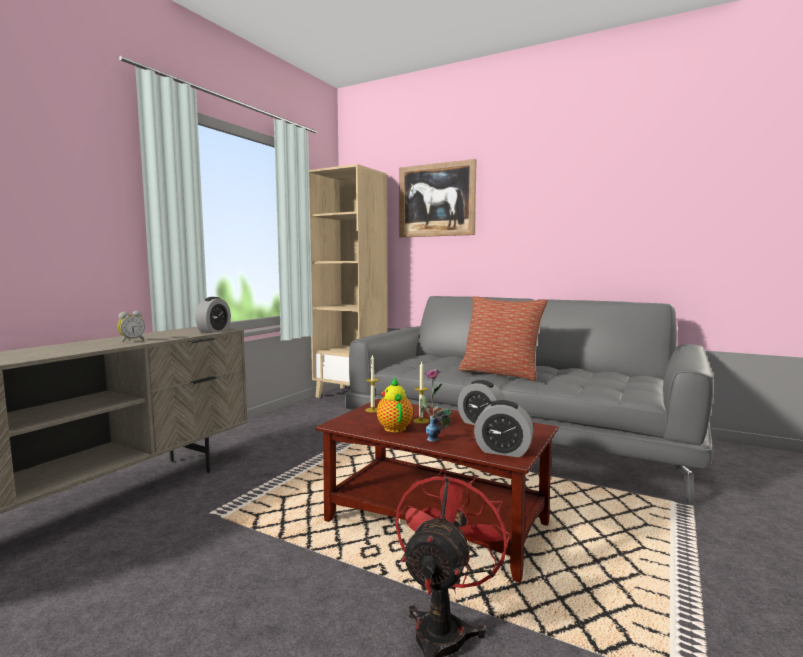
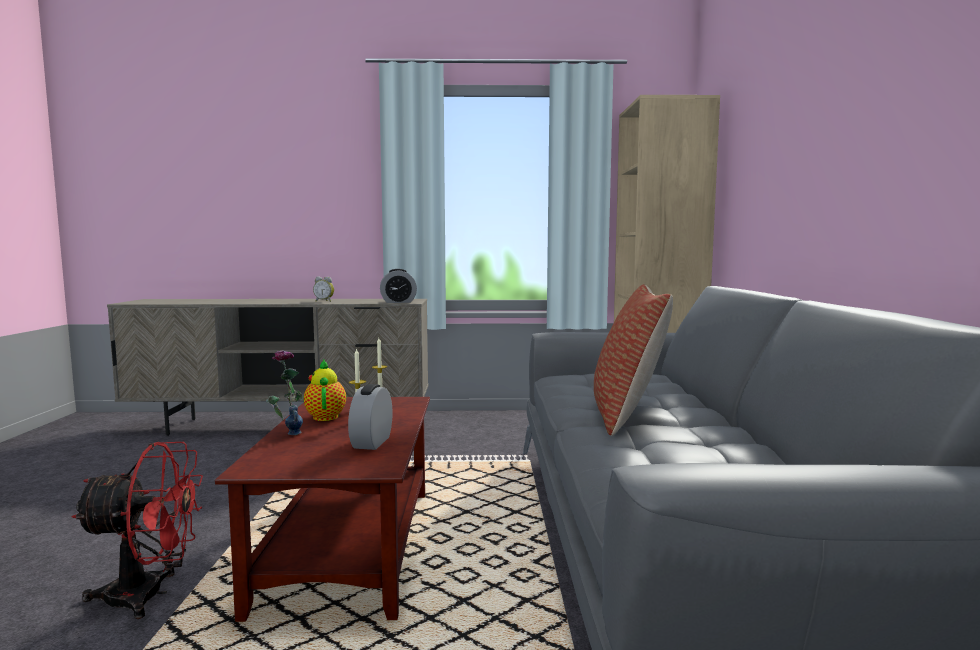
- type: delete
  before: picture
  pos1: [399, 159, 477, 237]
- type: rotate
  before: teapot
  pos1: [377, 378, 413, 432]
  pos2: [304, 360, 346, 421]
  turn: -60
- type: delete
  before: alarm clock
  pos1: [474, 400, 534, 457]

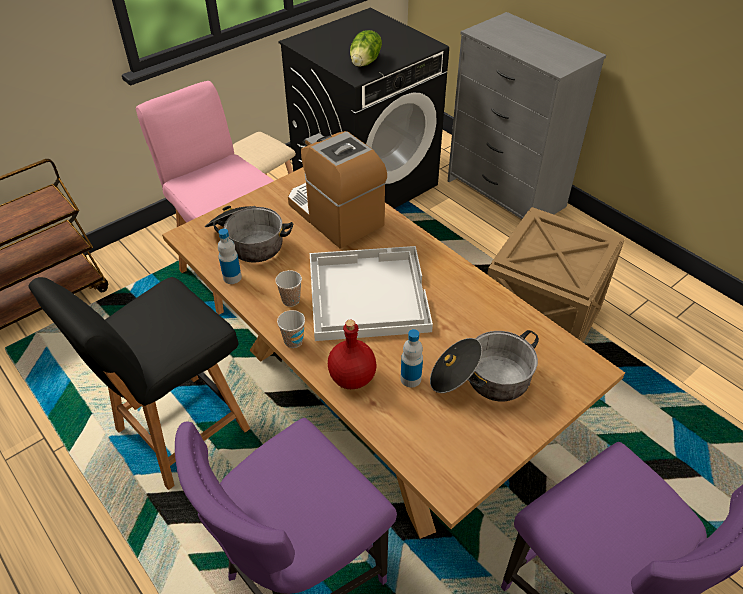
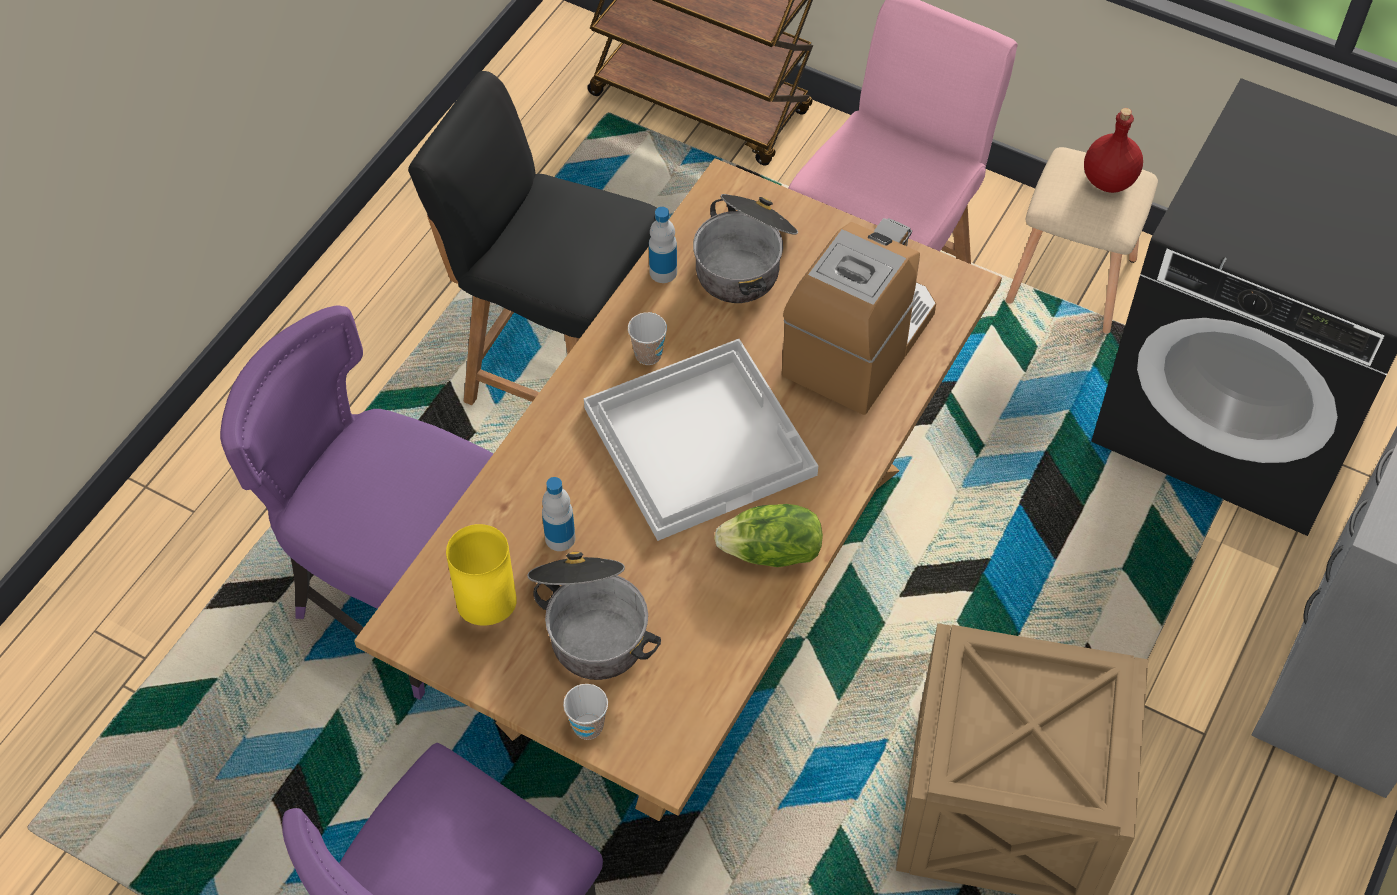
- type: move
  before: lettuce
  pos1: [350, 30, 382, 67]
  pos2: [714, 504, 823, 567]
- type: move
  before: cup
  pos1: [277, 310, 305, 348]
  pos2: [563, 684, 608, 740]
- type: move
  before: red bottle
  pos1: [328, 320, 377, 389]
  pos2: [1084, 108, 1143, 193]
- type: insert
  after: yellow vase
  pos2: [446, 524, 517, 626]

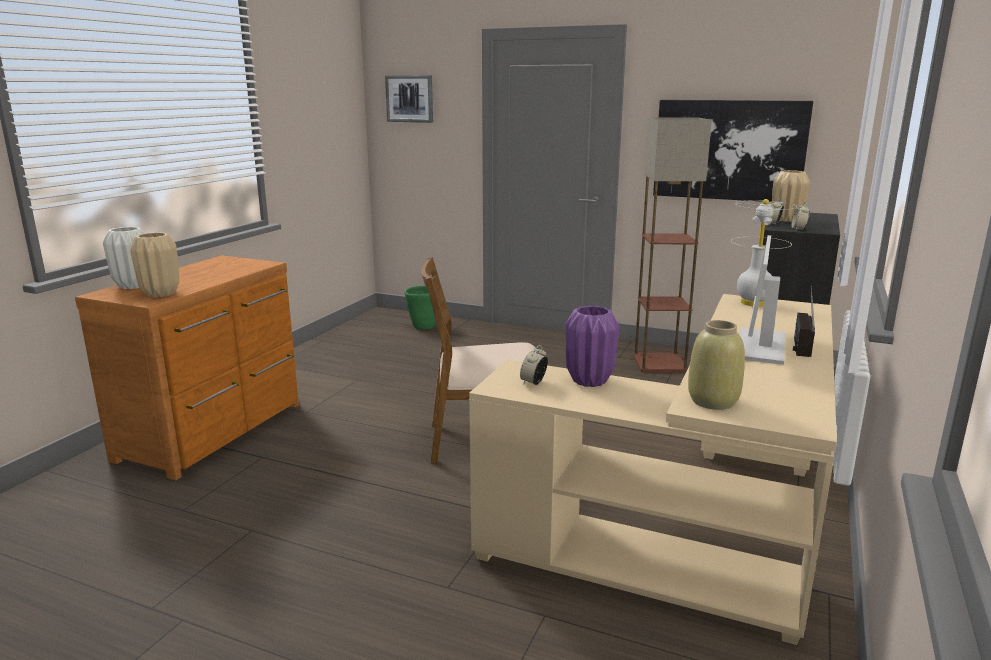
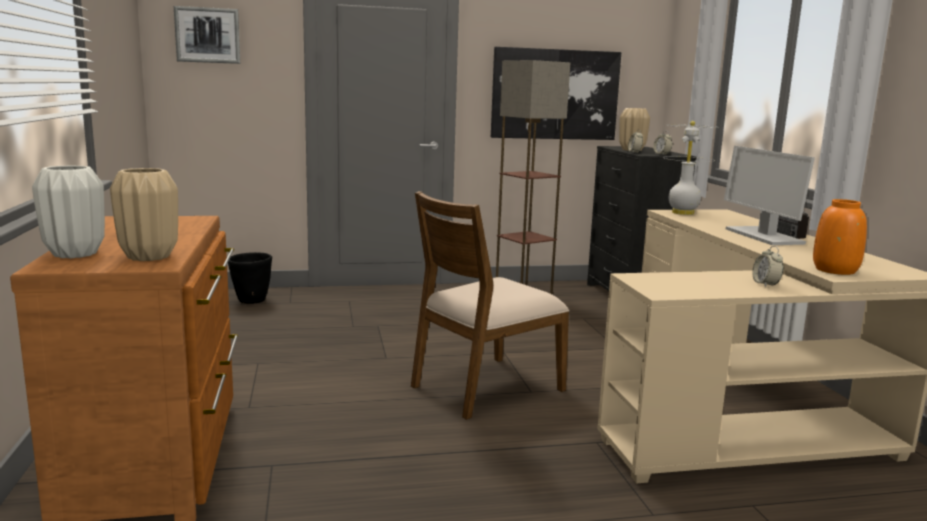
- type: recolor
  before: green planter
  after: black planter
  pos1: [404, 286, 436, 329]
  pos2: [228, 252, 272, 304]
- type: delete
  before: purple vase
  pos1: [565, 306, 619, 387]
- type: recolor
  before: beige vase
  after: orange vase
  pos1: [688, 320, 745, 410]
  pos2: [813, 199, 867, 275]
- type: move
  before: alarm clock
  pos1: [520, 345, 548, 385]
  pos2: [752, 246, 783, 287]

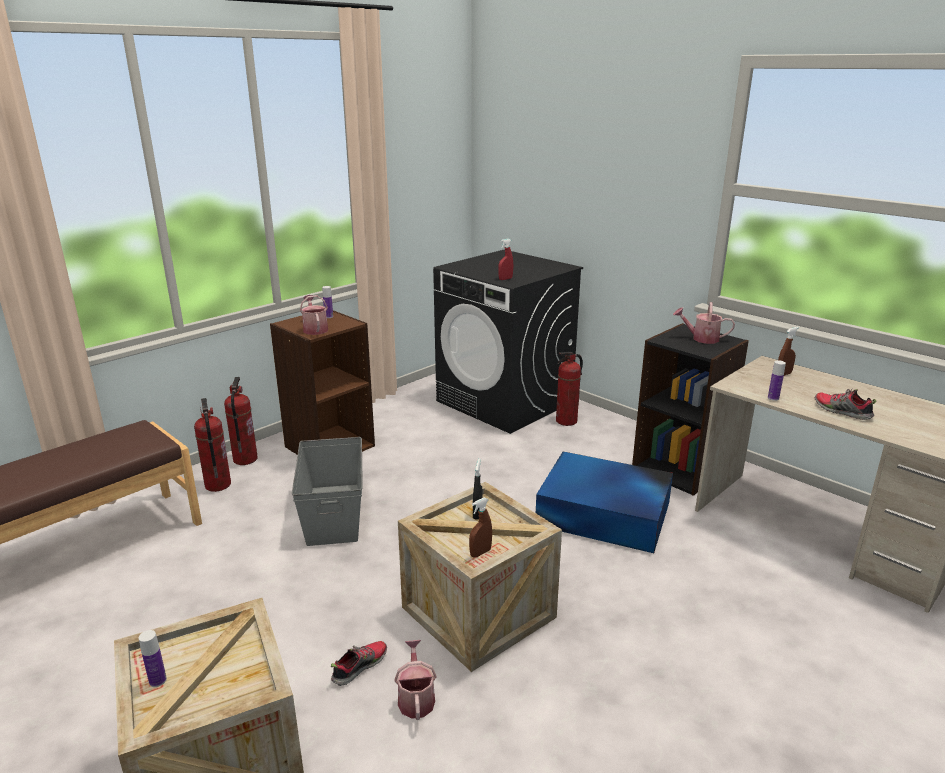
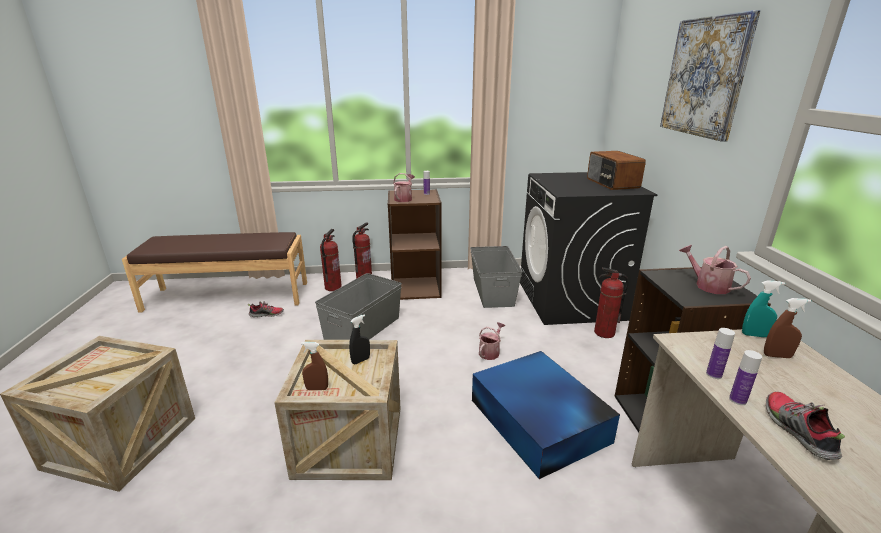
- type: delete
  before: red spray bottle
  pos1: [498, 239, 513, 280]
- type: move
  before: bottle
  pos1: [139, 630, 167, 687]
  pos2: [729, 350, 762, 405]
- type: move
  before: watering can
  pos1: [394, 640, 436, 720]
  pos2: [479, 322, 505, 360]
- type: move
  before: shoe
  pos1: [331, 641, 387, 686]
  pos2: [248, 301, 284, 317]
- type: insert
  after: picture
  pos2: [660, 10, 761, 142]
- type: insert
  after: radio
  pos2: [587, 151, 646, 190]
- type: insert
  after: grey storage box
  pos2: [470, 246, 523, 308]
- type: insert
  after: turquoise spray bottle
  pos2: [742, 280, 785, 337]

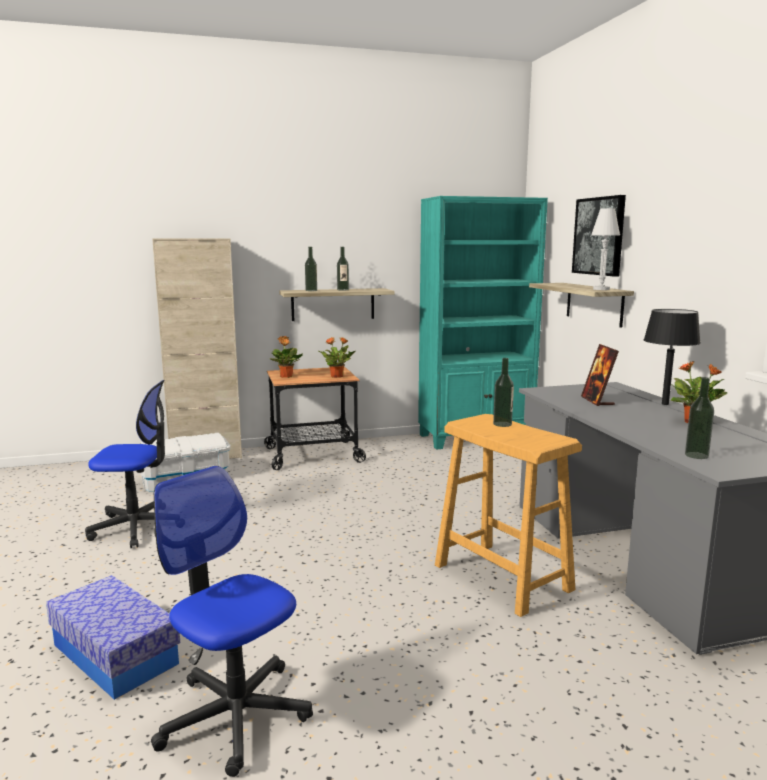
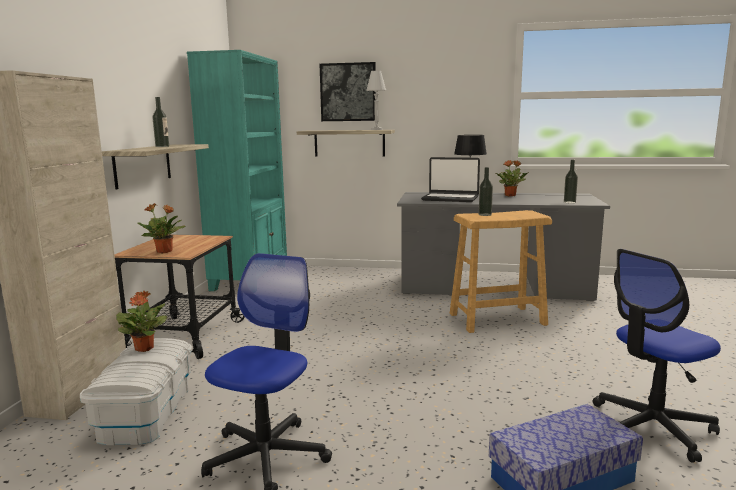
- type: delete
  before: bottle
  pos1: [305, 247, 317, 291]
- type: move
  before: potted plant
  pos1: [318, 337, 355, 378]
  pos2: [116, 291, 167, 352]
- type: replace
  before: picture frame
  after: laptop
  pos1: [581, 344, 619, 406]
  pos2: [421, 157, 480, 202]

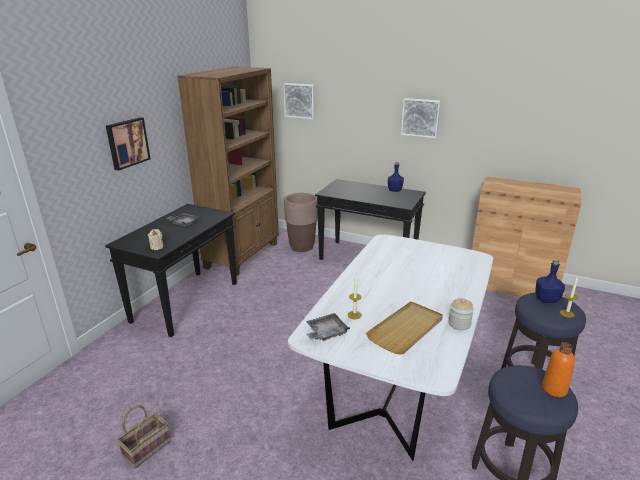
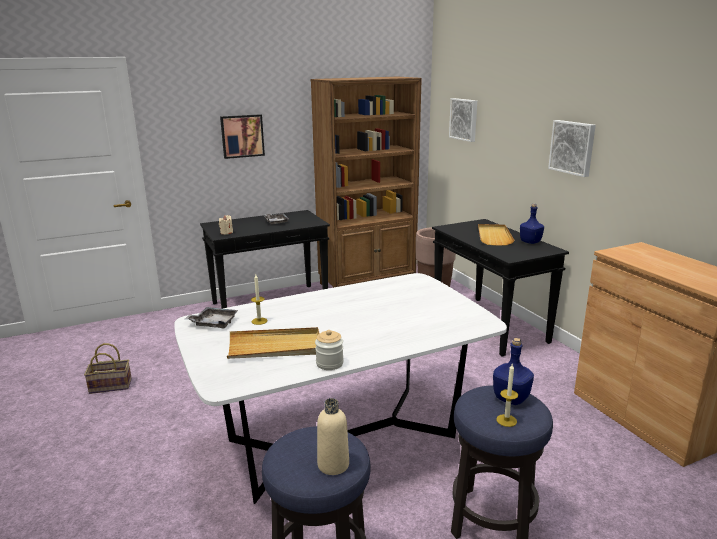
- type: recolor
  before: orange bottle
  after: beige bottle
  pos1: [542, 342, 575, 397]
  pos2: [317, 398, 349, 475]
- type: insert
  after: beige tray
  pos2: [478, 224, 515, 246]

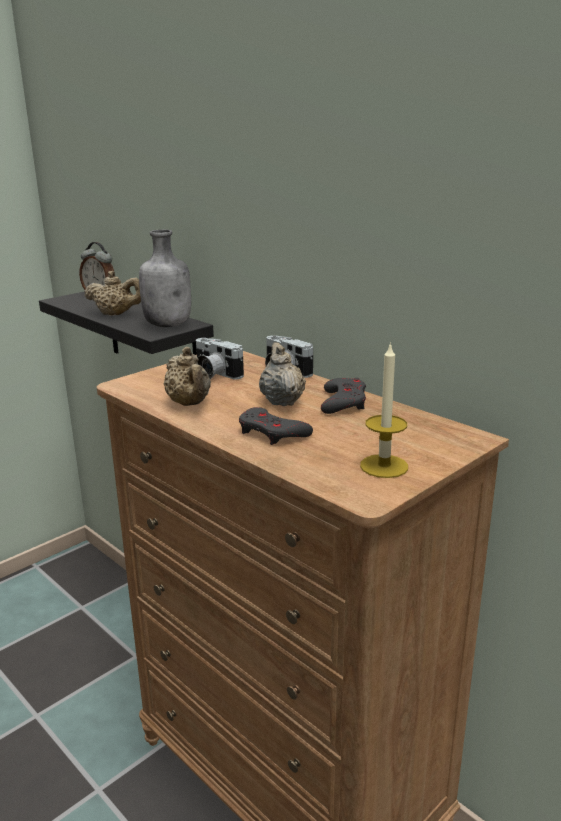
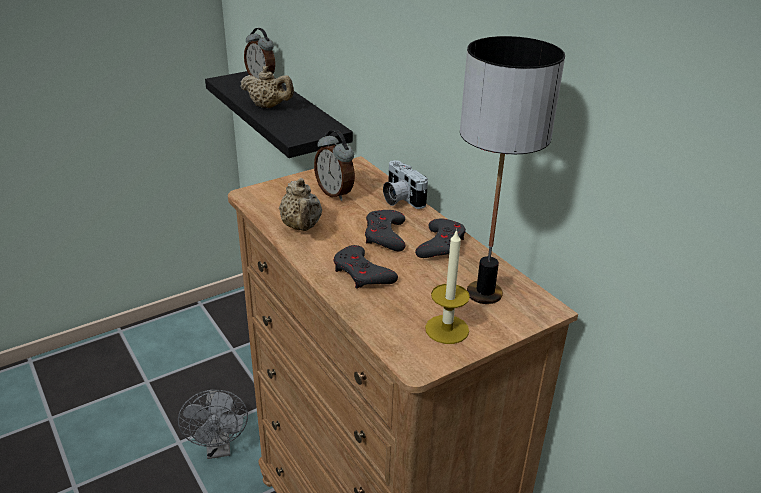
- type: delete
  before: grey bottle
  pos1: [139, 229, 191, 327]
- type: replace
  before: photo camera
  after: alarm clock
  pos1: [196, 338, 244, 380]
  pos2: [314, 130, 355, 201]
- type: replace
  before: beige teapot
  after: grey game controller
  pos1: [259, 342, 306, 406]
  pos2: [365, 210, 405, 252]
- type: insert
  after: table lamp
  pos2: [460, 36, 565, 304]
- type: insert
  after: grey fan
  pos2: [178, 390, 248, 459]

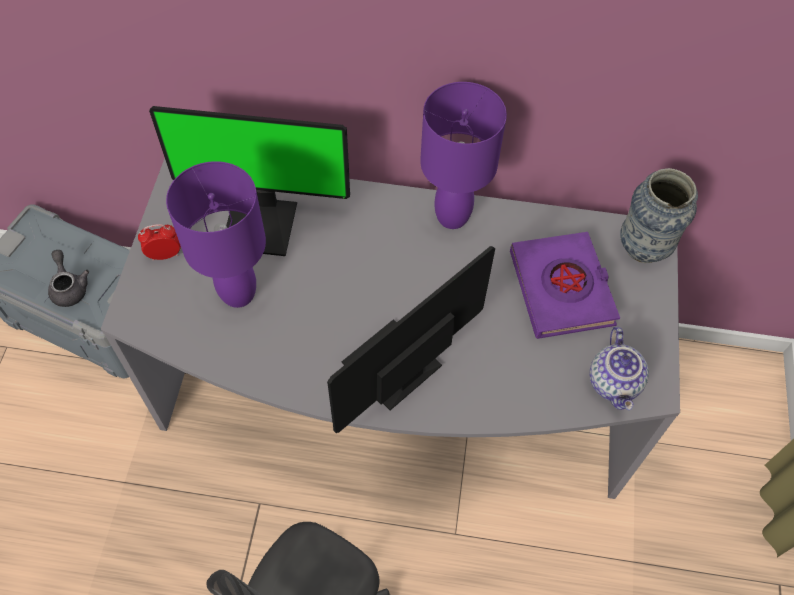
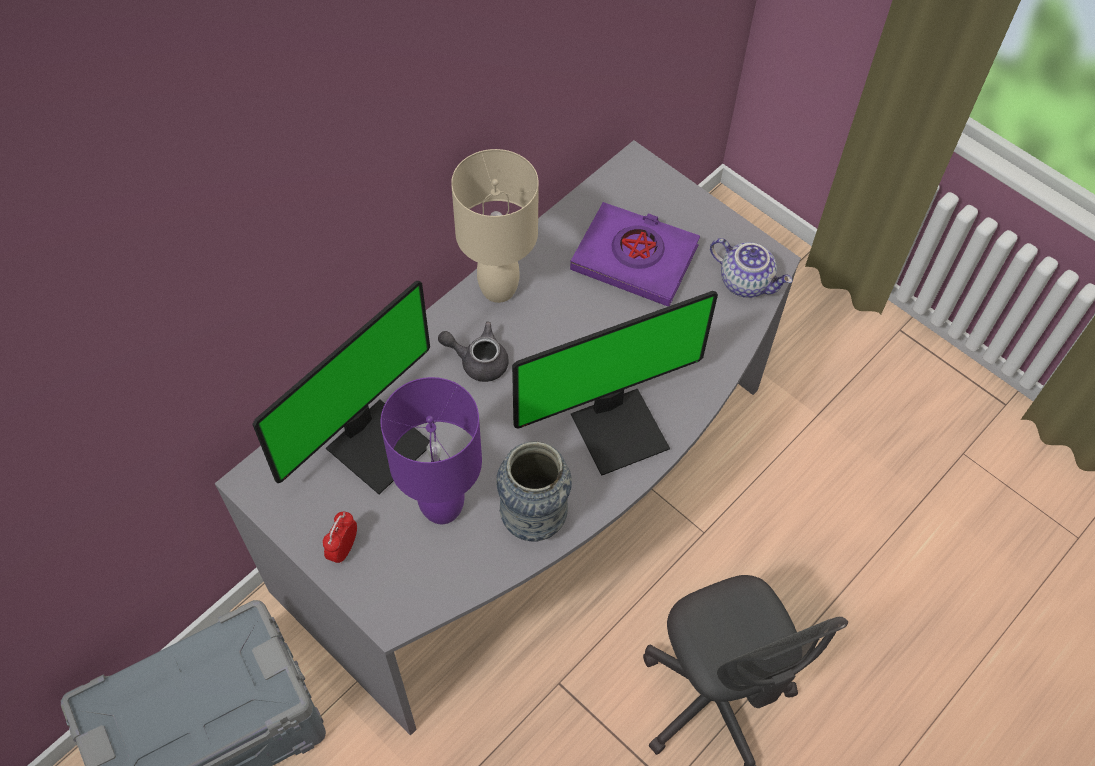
- type: recolor
  before: purple table lamp
  after: beige table lamp
  pos1: [420, 82, 507, 229]
  pos2: [451, 149, 539, 303]
- type: move
  before: vase
  pos1: [620, 168, 698, 263]
  pos2: [496, 442, 572, 542]
- type: rotate
  before: monitor
  pos1: [327, 246, 495, 433]
  pos2: [512, 291, 718, 476]
  turn: -105
- type: move
  before: grey teapot
  pos1: [48, 250, 89, 307]
  pos2: [438, 322, 509, 382]

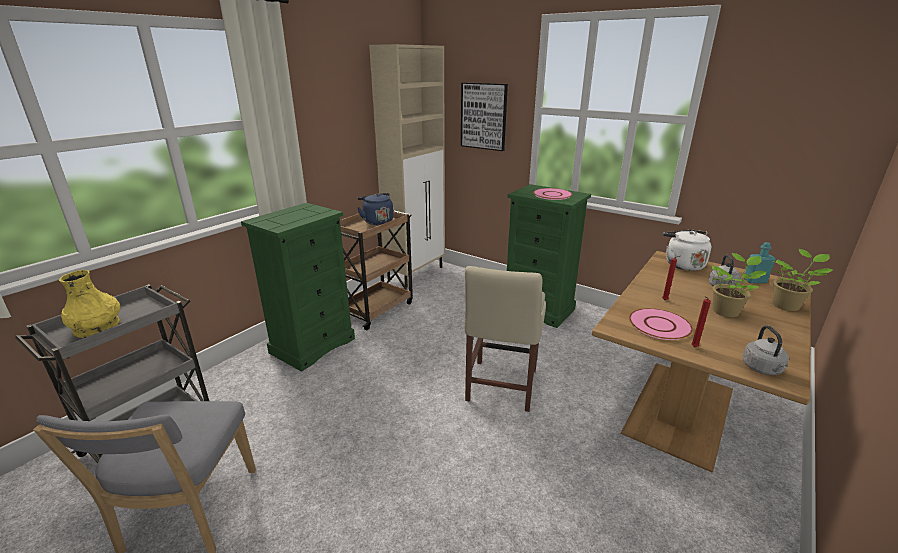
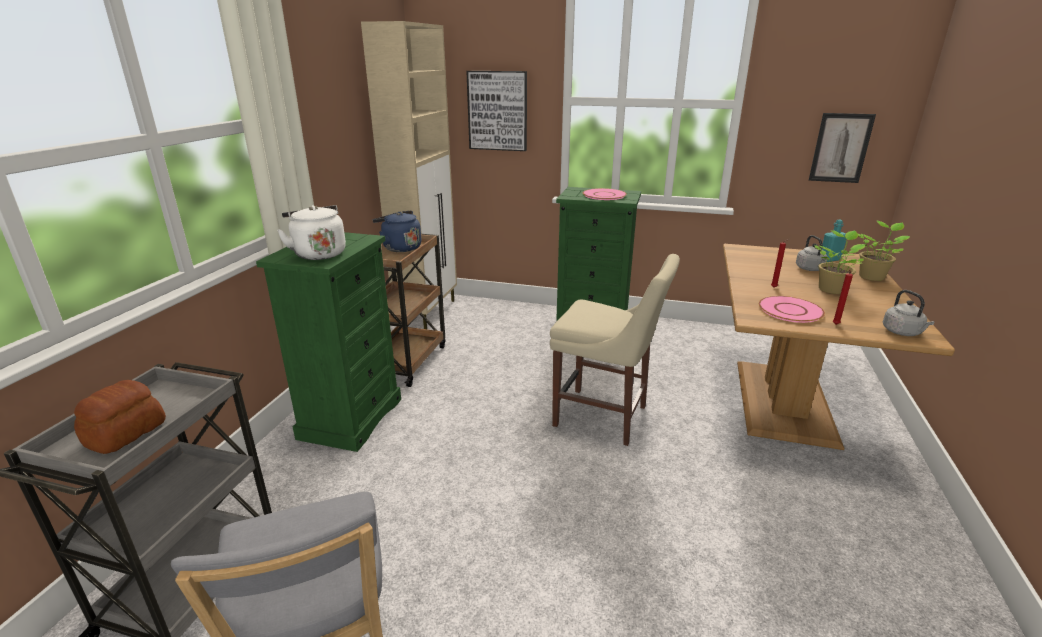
- type: move
  before: white kettle
  pos1: [663, 230, 711, 271]
  pos2: [277, 205, 346, 260]
- type: rotate
  before: beige chair
  pos1: [464, 266, 546, 412]
  pos2: [550, 254, 680, 446]
  turn: -60
- type: replace
  before: yellow vase
  after: bread
  pos1: [59, 270, 120, 338]
  pos2: [74, 380, 166, 454]
- type: insert
  after: picture
  pos2: [809, 113, 876, 183]

